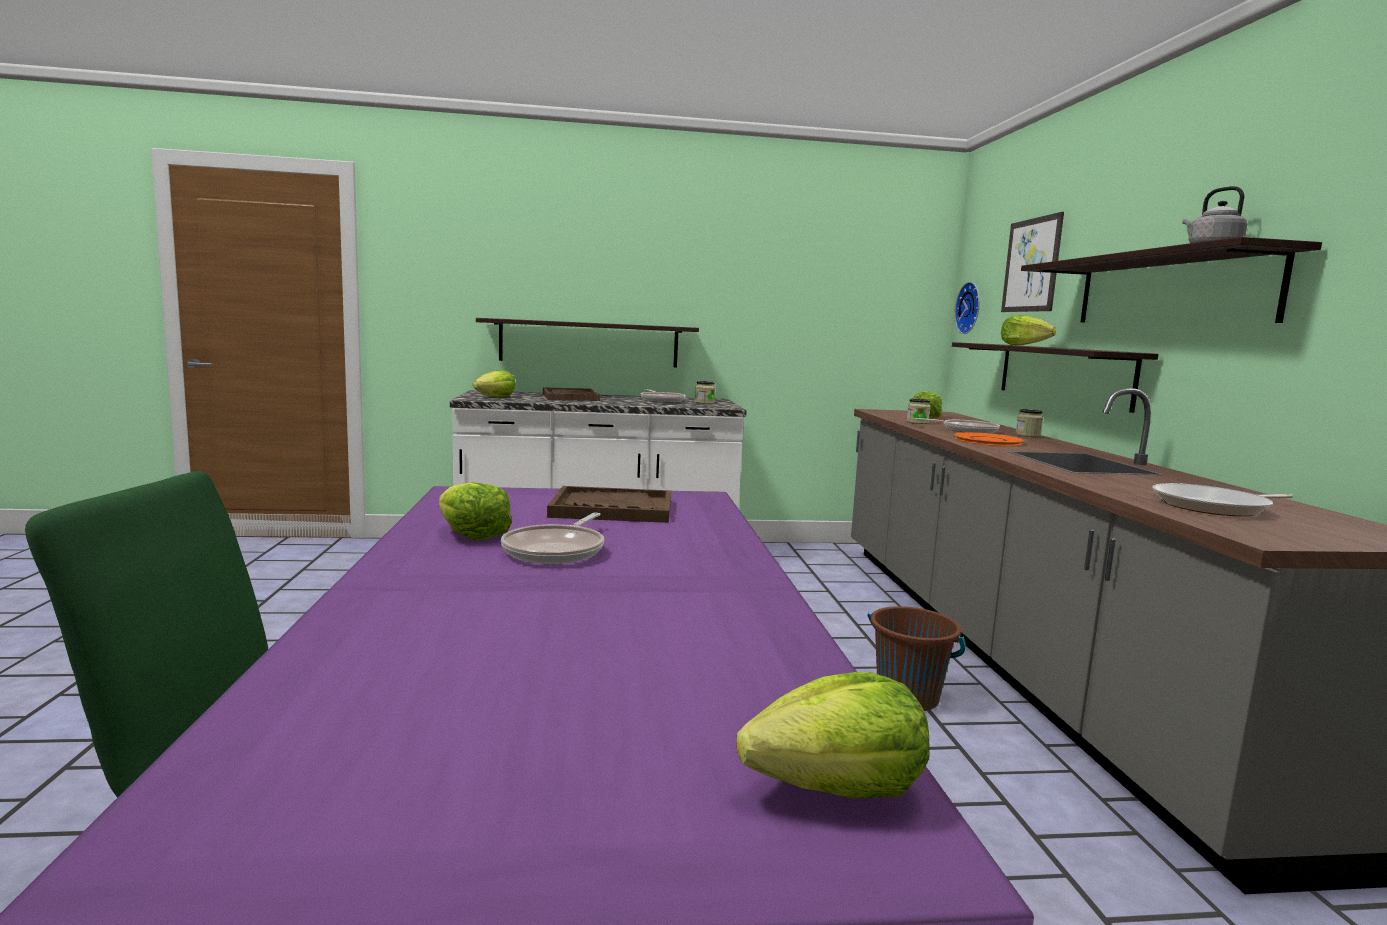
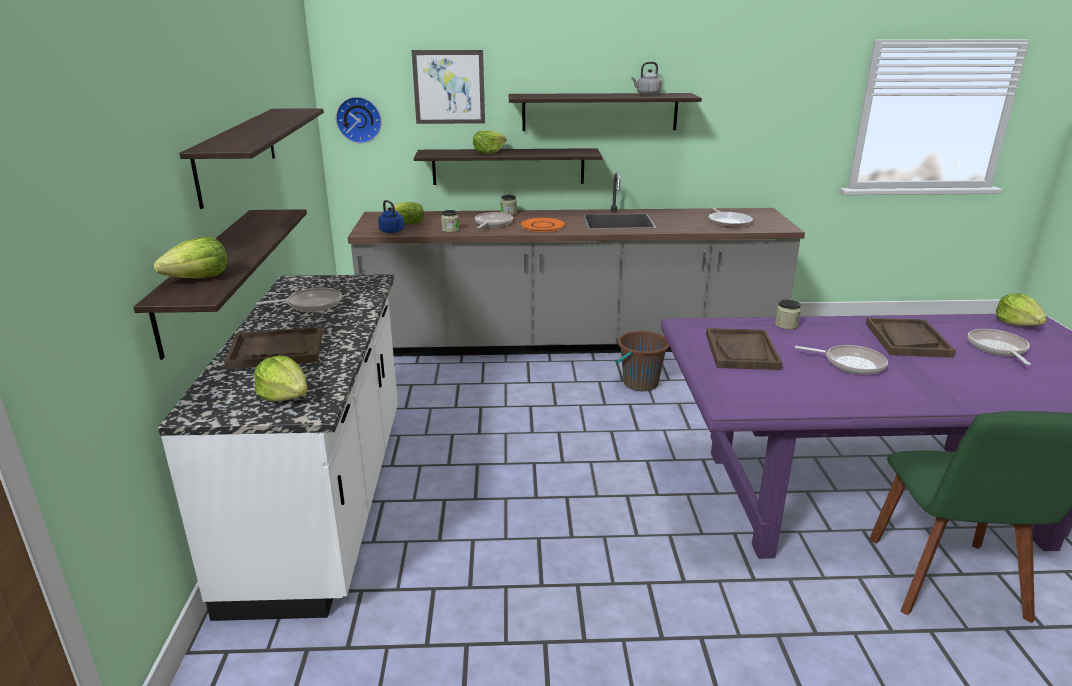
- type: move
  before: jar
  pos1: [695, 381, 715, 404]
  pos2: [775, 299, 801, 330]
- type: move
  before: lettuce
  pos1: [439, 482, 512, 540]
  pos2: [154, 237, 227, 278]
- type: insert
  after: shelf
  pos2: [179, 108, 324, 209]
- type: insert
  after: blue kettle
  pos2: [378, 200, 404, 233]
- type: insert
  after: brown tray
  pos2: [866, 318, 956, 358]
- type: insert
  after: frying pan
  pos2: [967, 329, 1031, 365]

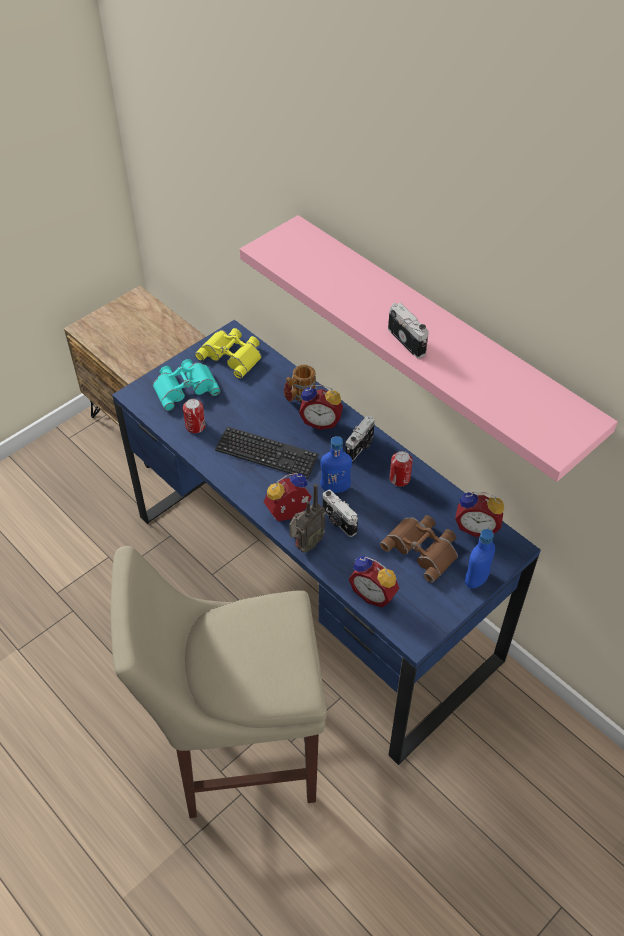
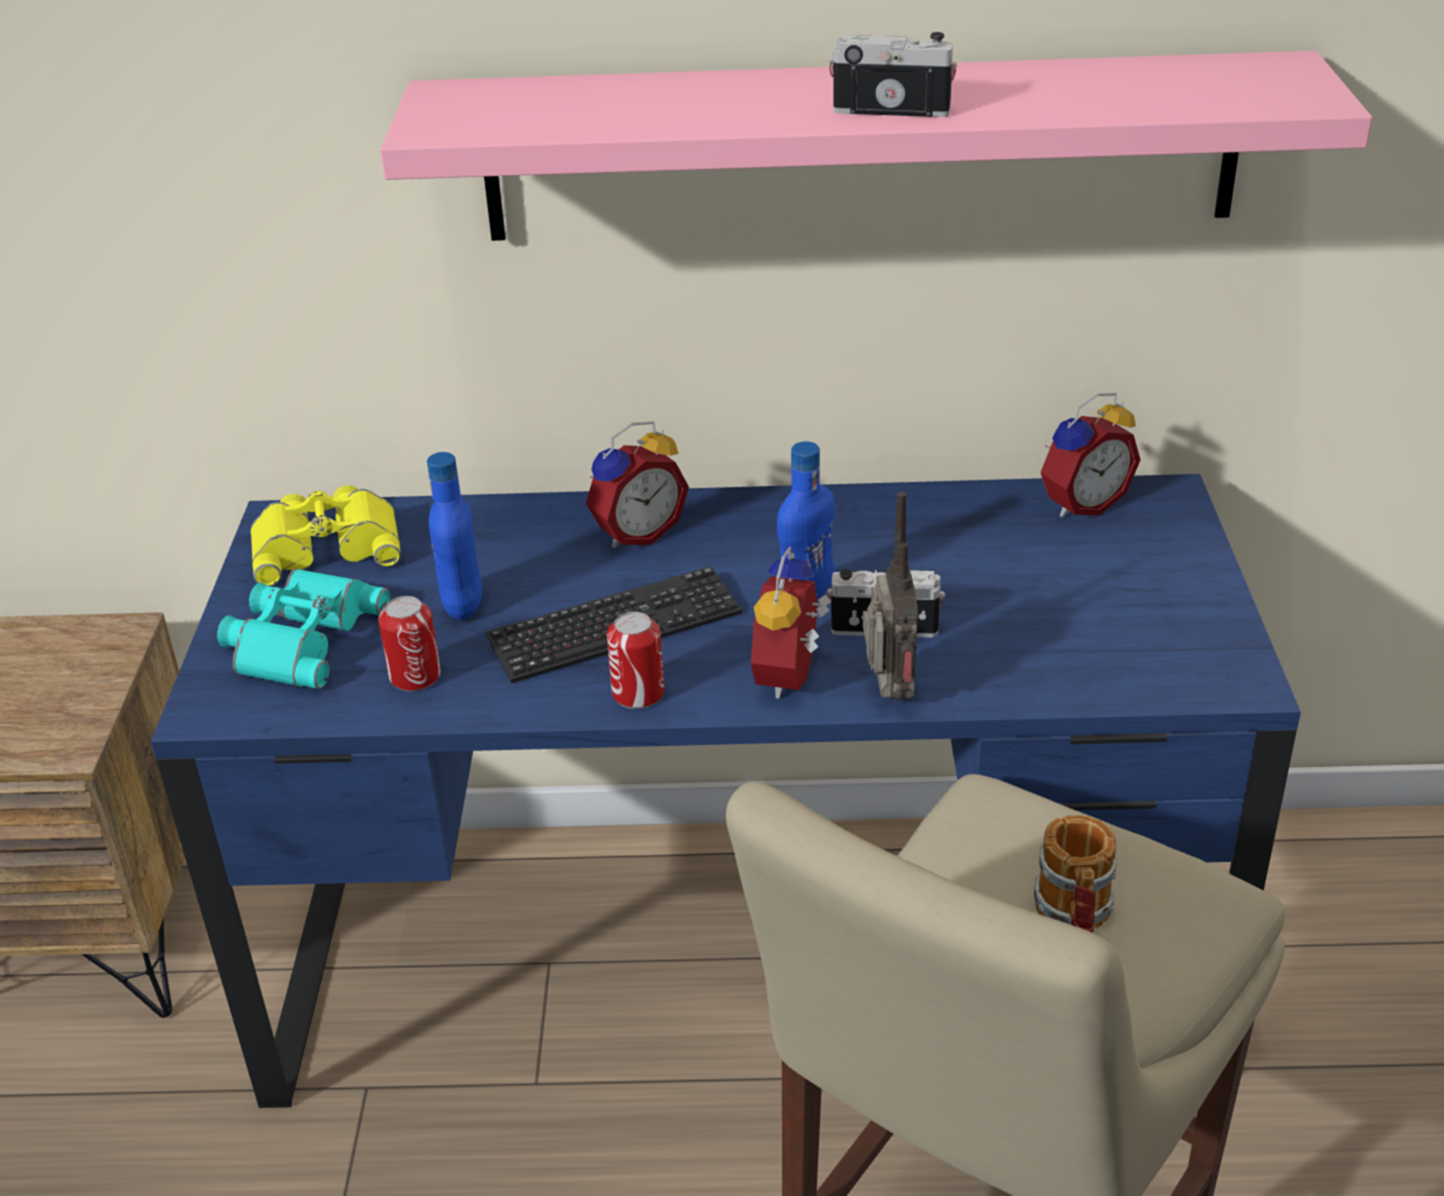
- type: move
  before: mug
  pos1: [284, 365, 316, 402]
  pos2: [1034, 815, 1117, 933]
- type: delete
  before: photo camera
  pos1: [345, 416, 375, 461]
- type: move
  before: can
  pos1: [390, 451, 413, 487]
  pos2: [607, 612, 664, 709]
- type: delete
  before: brown binoculars
  pos1: [380, 515, 458, 583]
- type: move
  before: blue bottle
  pos1: [465, 529, 495, 588]
  pos2: [427, 452, 482, 620]
- type: delete
  before: alarm clock
  pos1: [348, 556, 399, 608]

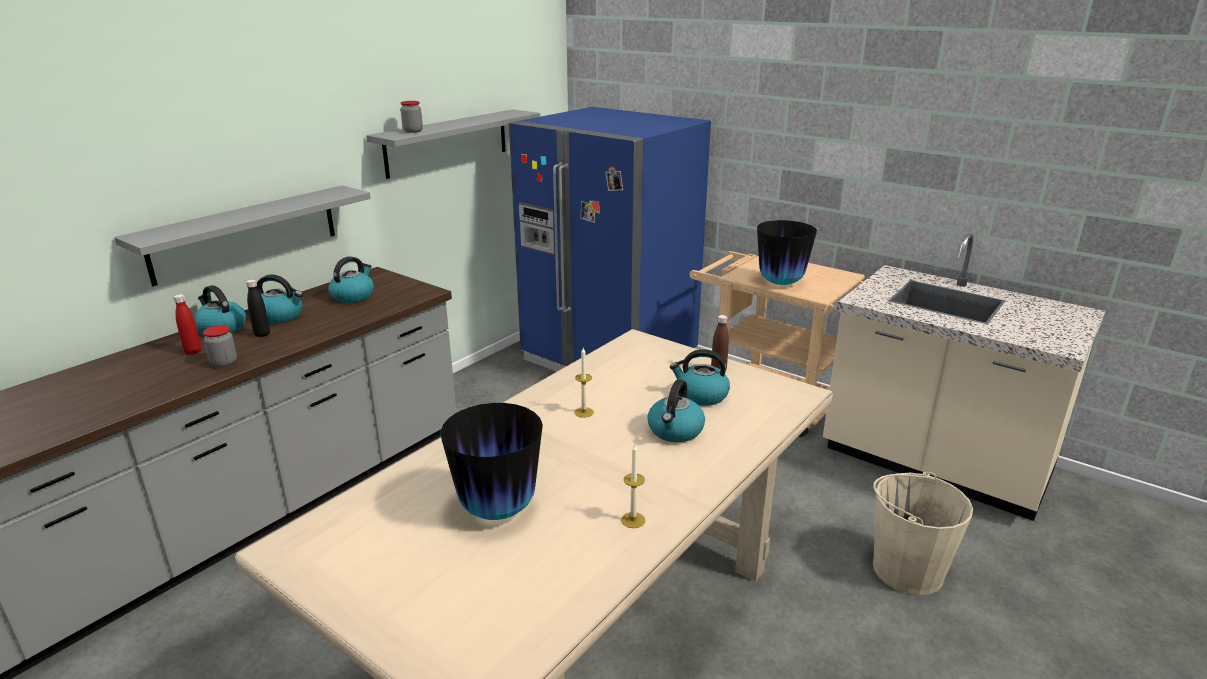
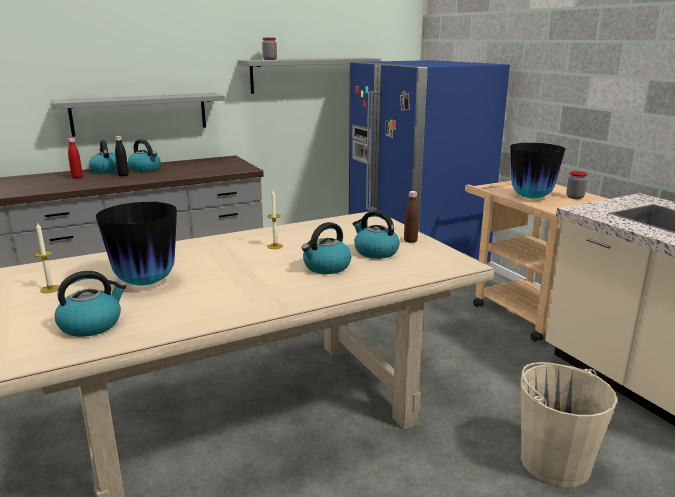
- type: move
  before: kettle
  pos1: [328, 256, 374, 303]
  pos2: [55, 271, 126, 337]
- type: move
  before: jar
  pos1: [203, 325, 237, 368]
  pos2: [566, 171, 587, 199]
- type: move
  before: candle
  pos1: [621, 444, 645, 528]
  pos2: [35, 223, 59, 293]

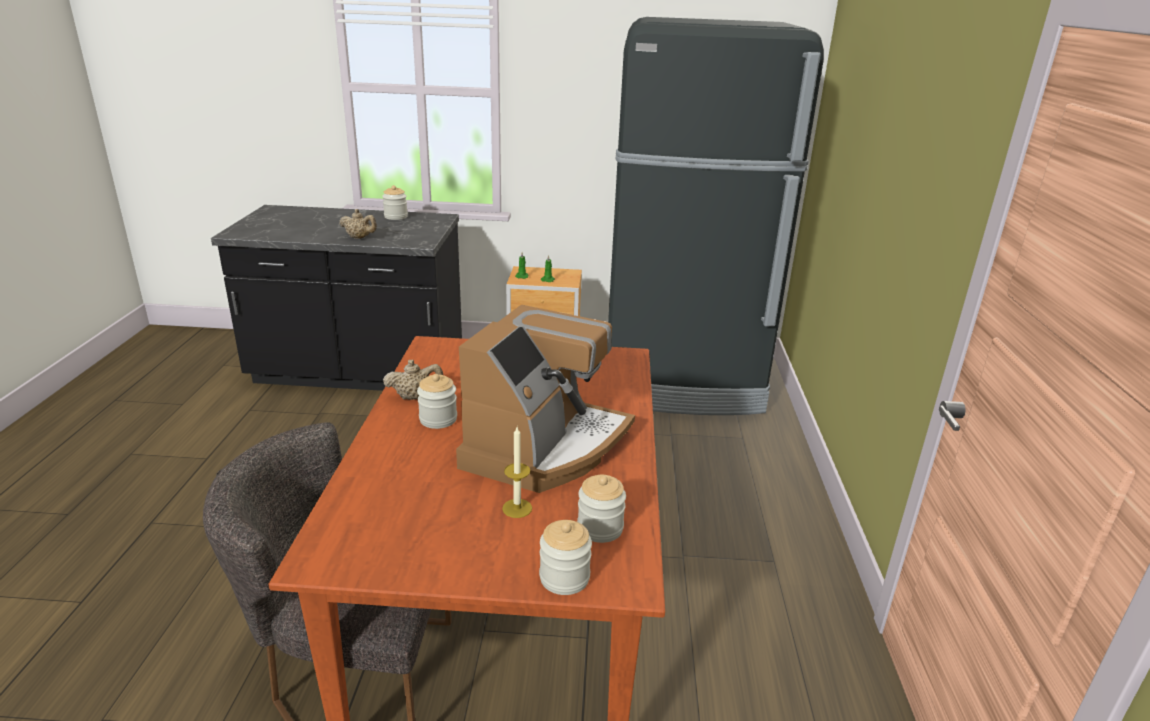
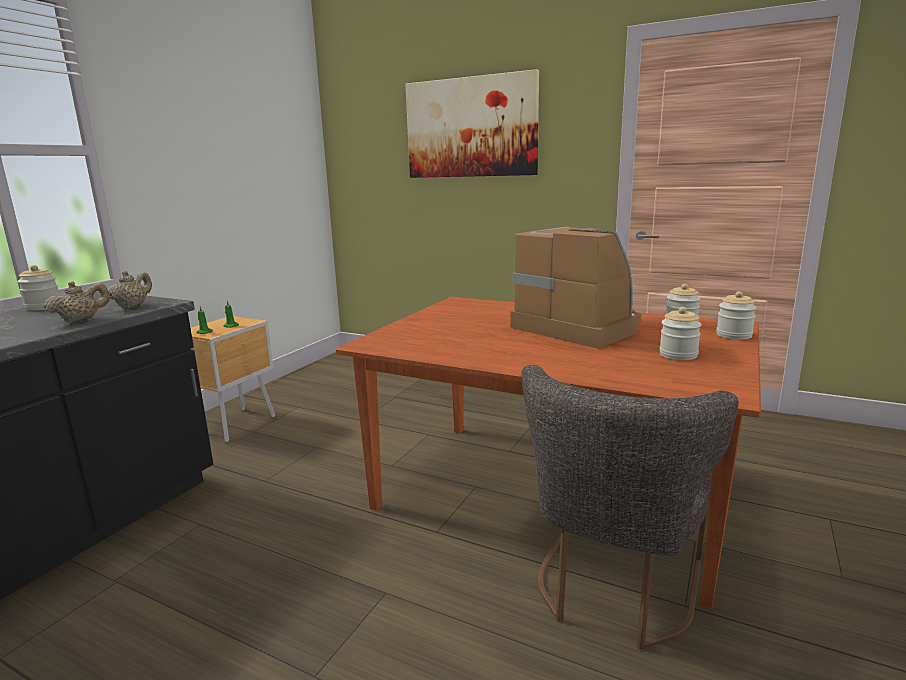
- type: delete
  before: black fridge
  pos1: [608, 17, 824, 415]
- type: move
  before: beige teapot
  pos1: [383, 359, 443, 400]
  pos2: [108, 271, 152, 309]
- type: move
  before: jar
  pos1: [417, 374, 457, 429]
  pos2: [659, 307, 702, 360]
- type: delete
  before: candle
  pos1: [502, 427, 532, 518]
- type: insert
  after: picture
  pos2: [405, 69, 539, 178]

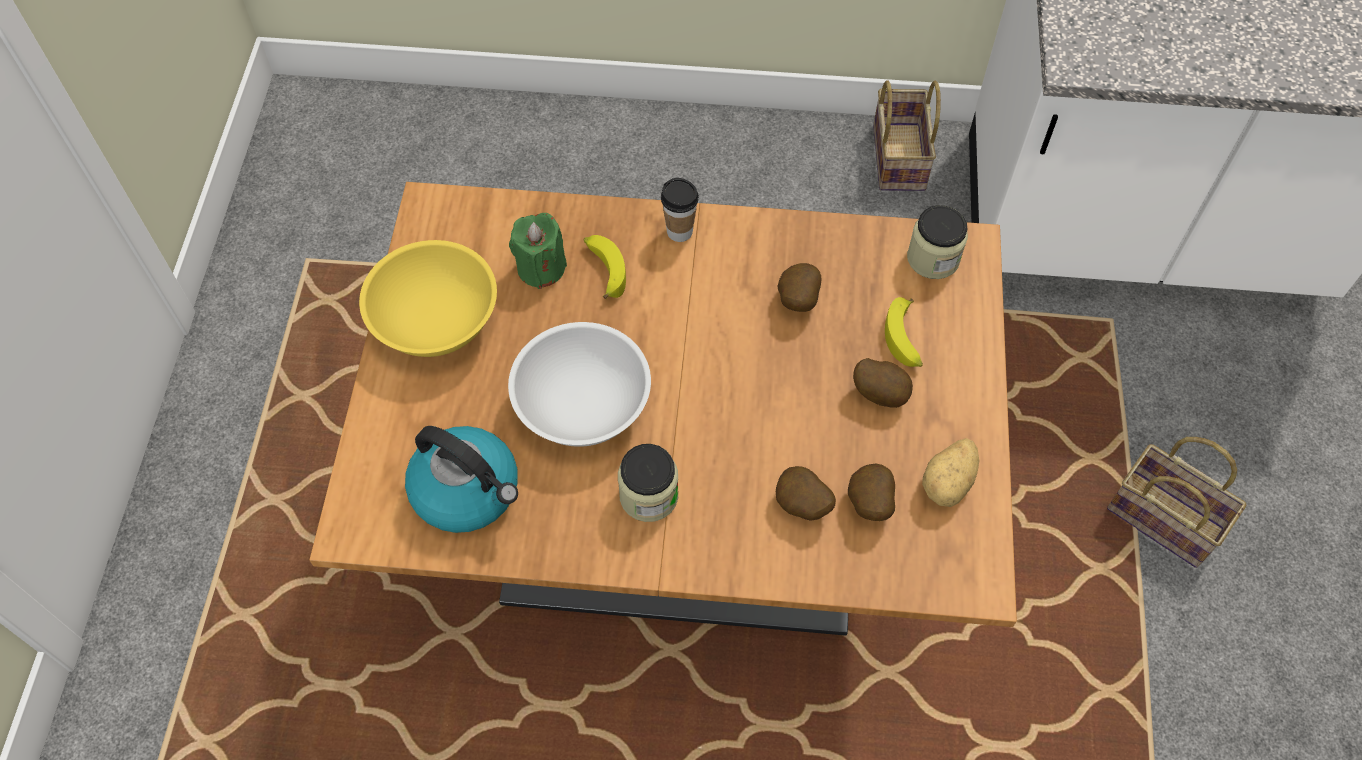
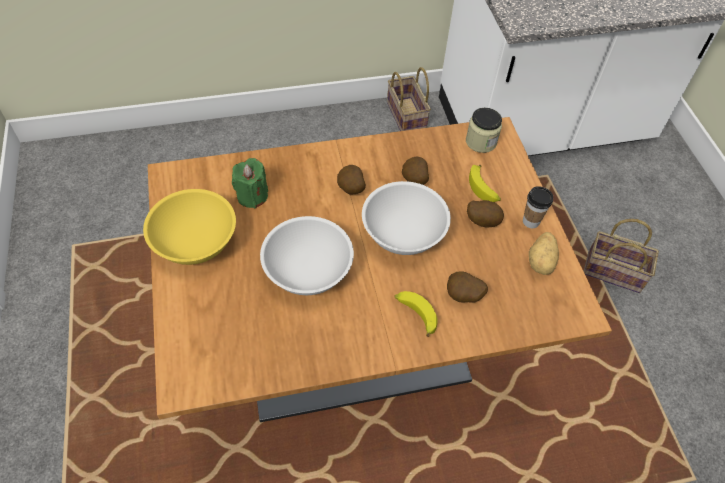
- type: move
  before: cup
  pos1: [661, 178, 699, 242]
  pos2: [523, 186, 553, 228]
- type: move
  before: banana
  pos1: [584, 235, 626, 299]
  pos2: [394, 291, 438, 337]
- type: delete
  before: kettle
  pos1: [405, 426, 518, 533]
- type: delete
  before: jar
  pos1: [618, 444, 678, 522]
- type: move
  before: potato
  pos1: [848, 463, 895, 521]
  pos2: [337, 165, 366, 194]
- type: insert
  after: white bowl
  pos2: [362, 181, 451, 255]

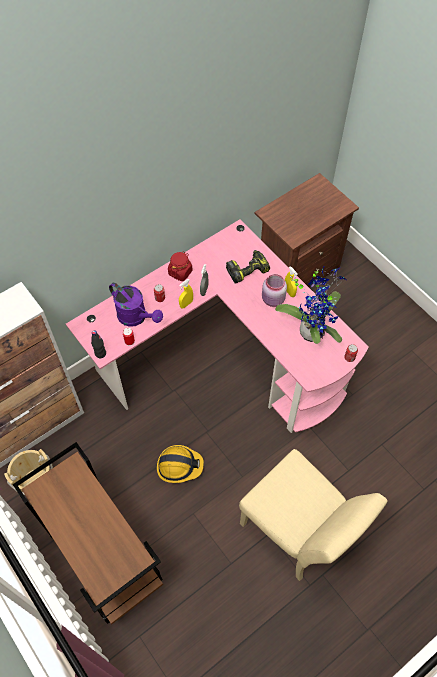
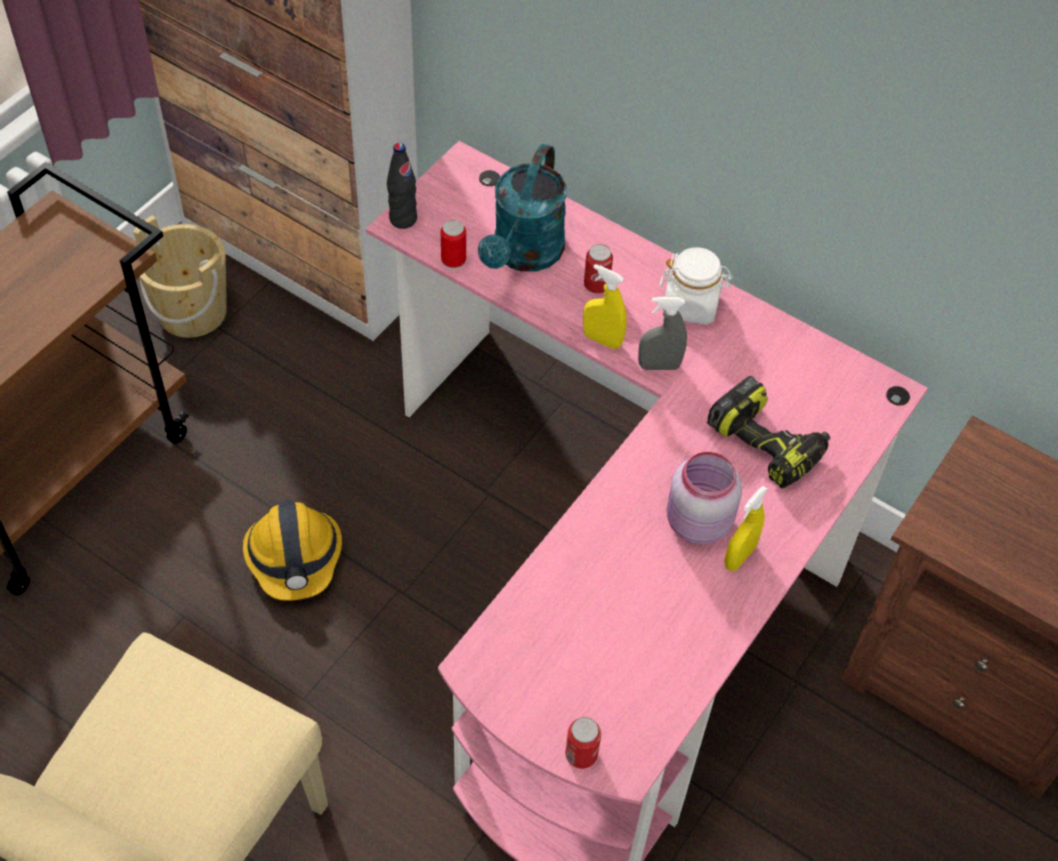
- type: recolor
  before: red jar
  after: white jar
  pos1: [168, 251, 192, 281]
  pos2: [659, 247, 733, 325]
- type: delete
  before: potted plant
  pos1: [275, 265, 347, 344]
- type: recolor
  before: purple watering can
  after: turquoise watering can
  pos1: [109, 283, 163, 327]
  pos2: [478, 144, 567, 272]

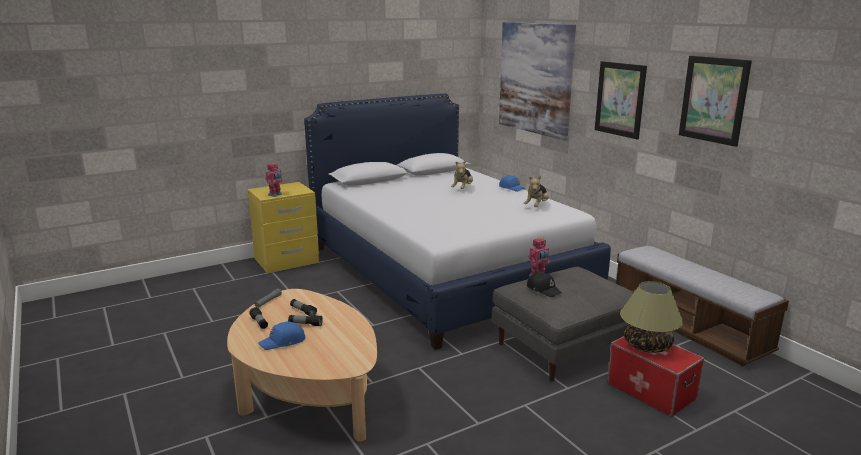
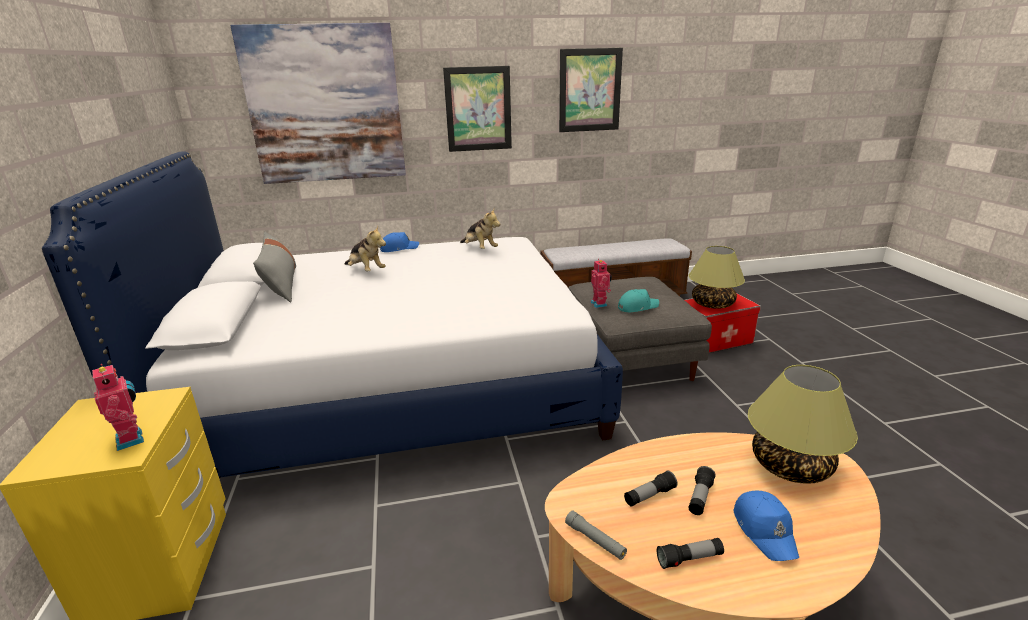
- type: recolor
  before: black cap
  after: turquoise cap
  pos1: [527, 272, 562, 297]
  pos2: [618, 289, 659, 312]
- type: insert
  after: grey pillow
  pos2: [253, 232, 296, 302]
- type: insert
  after: table lamp
  pos2: [748, 365, 858, 484]

